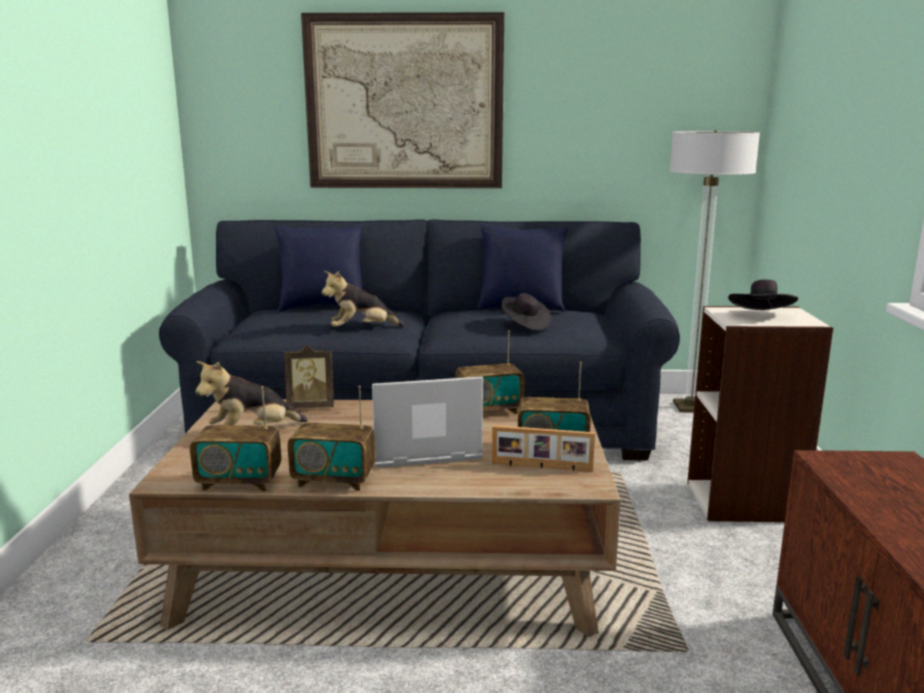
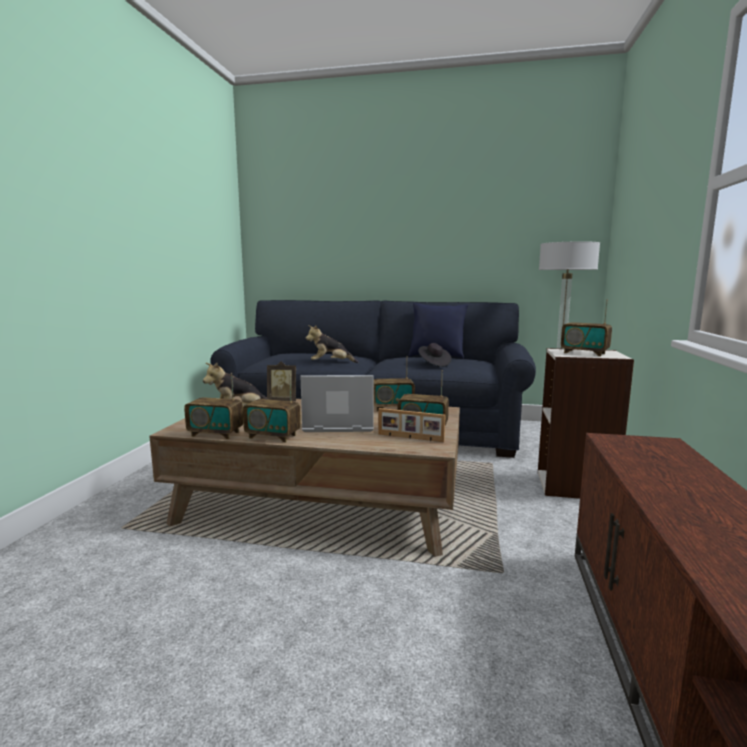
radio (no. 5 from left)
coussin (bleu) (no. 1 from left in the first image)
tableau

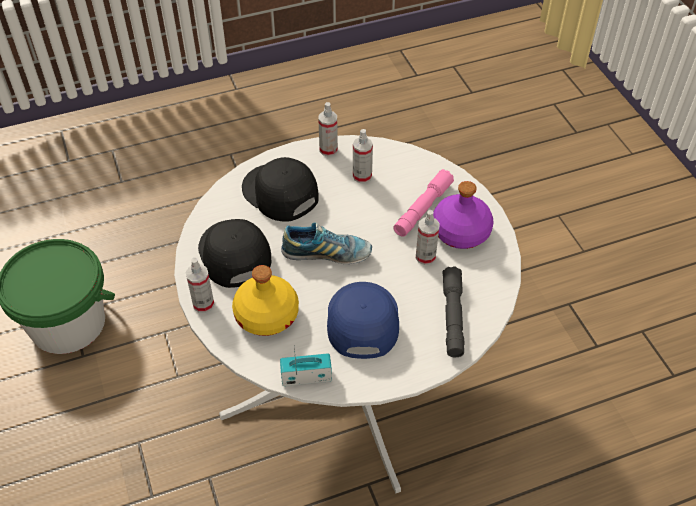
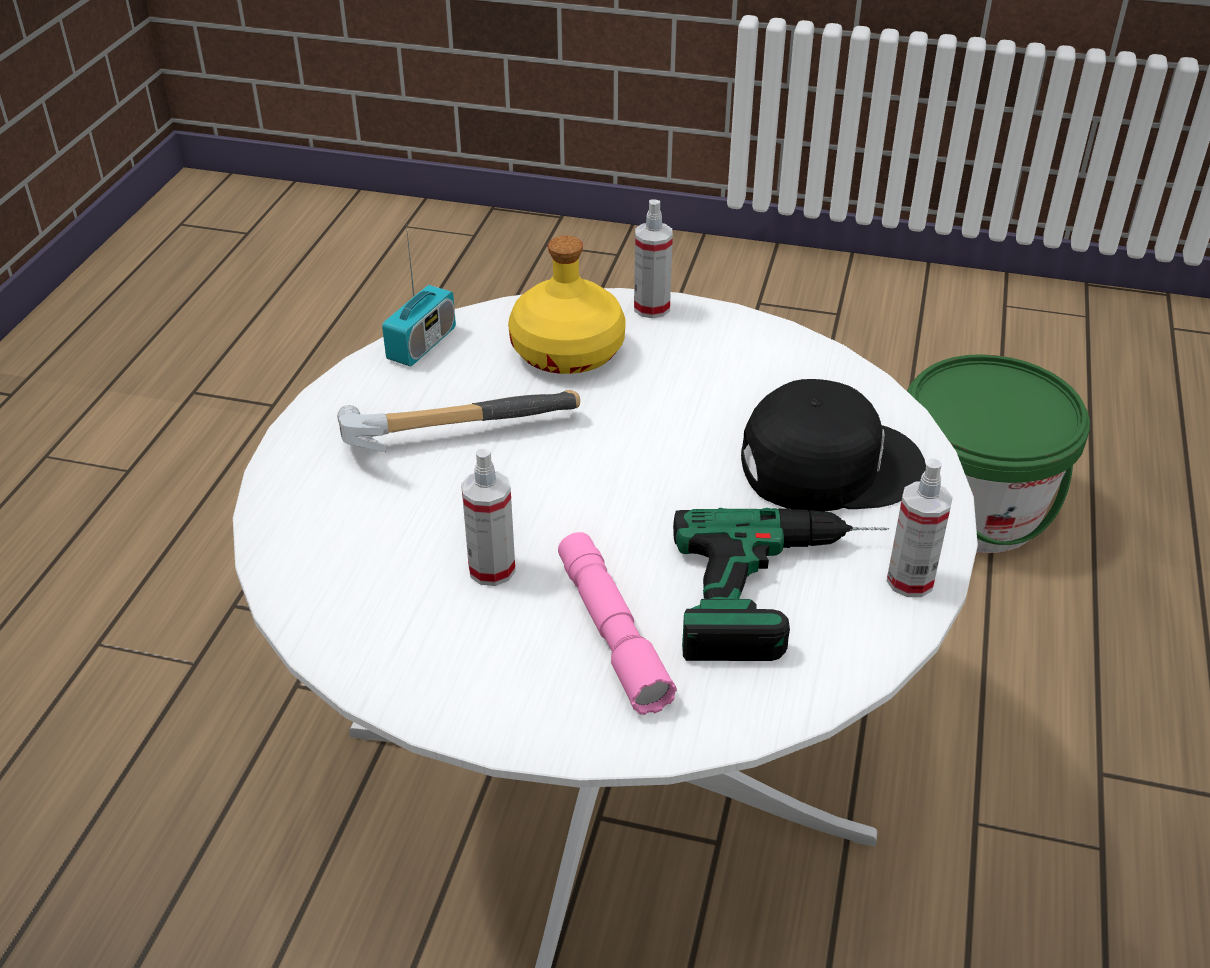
marteau
perceuse
casquette (noir) (no. 1 from left in the first image)
chaussure
bouteille (violet)
lampe de poche (gris)

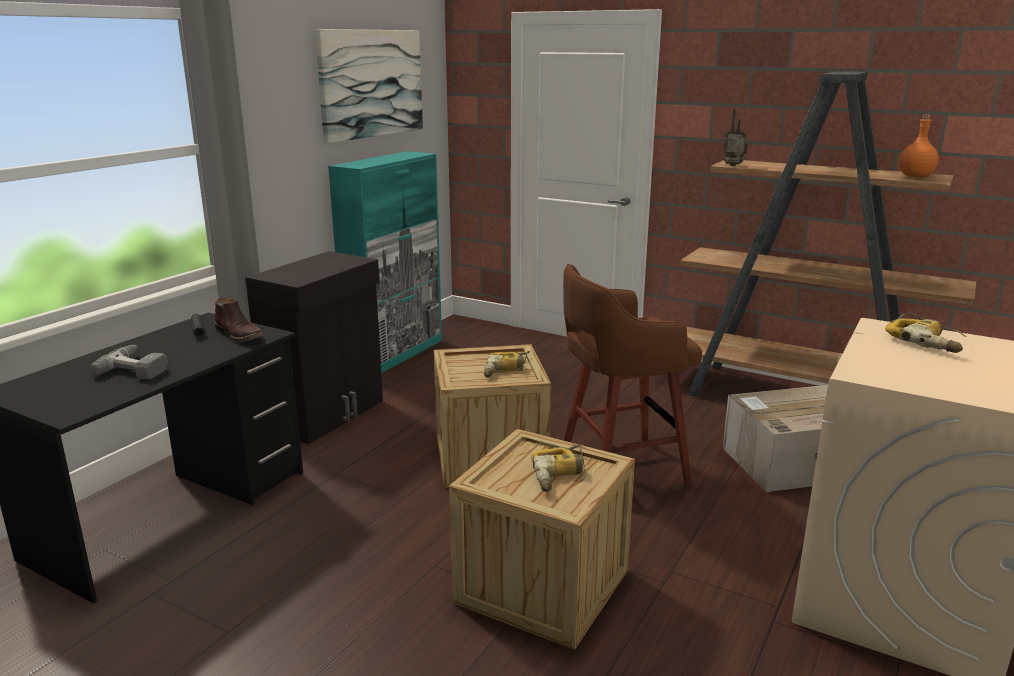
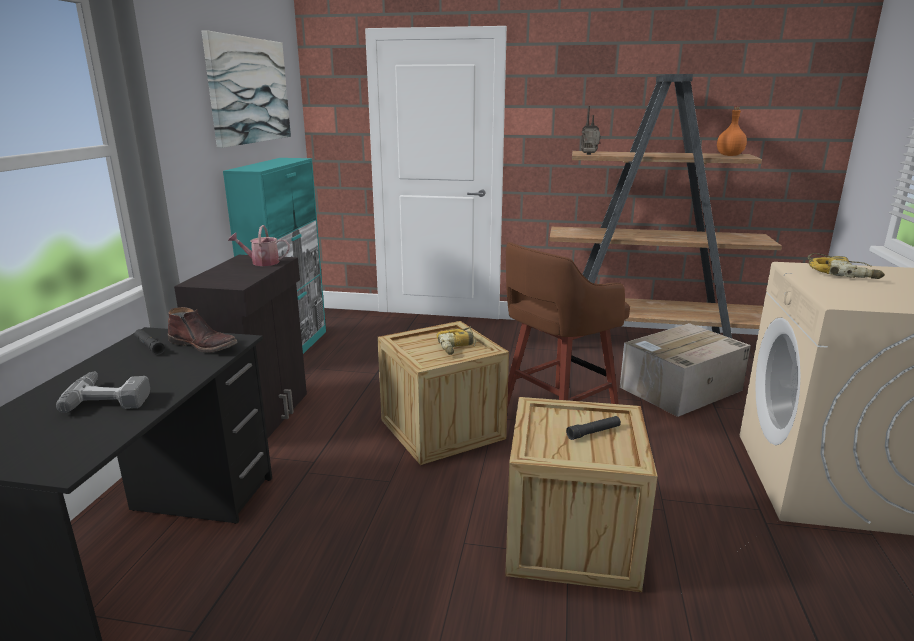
arrosoir
lampe de poche (noir) (no. 2 from left)

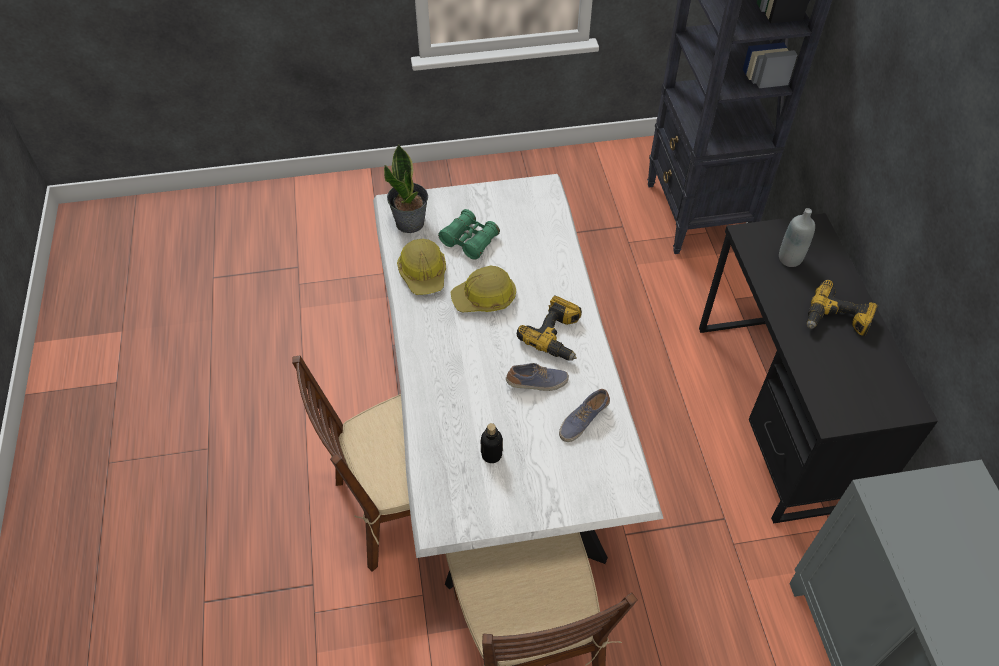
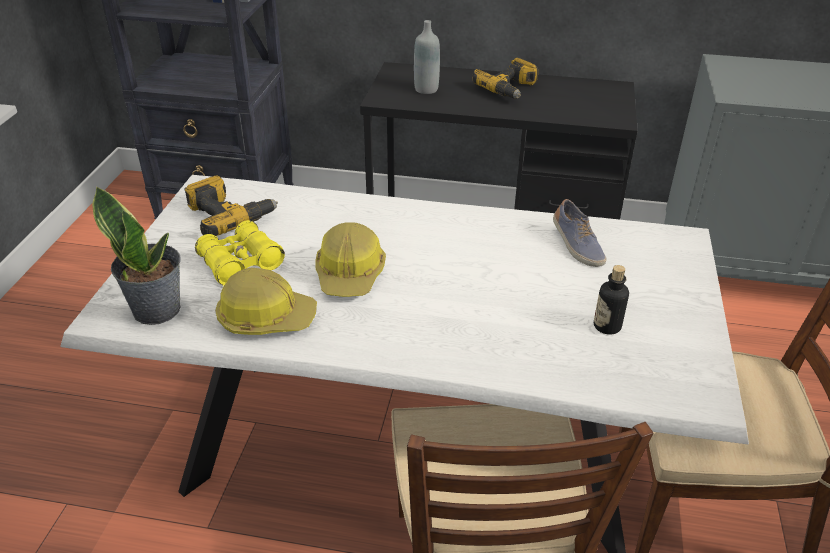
perceuse (no. 1 from left)
jumelles (jaune)
chaussure (no. 1 from left in the first image)

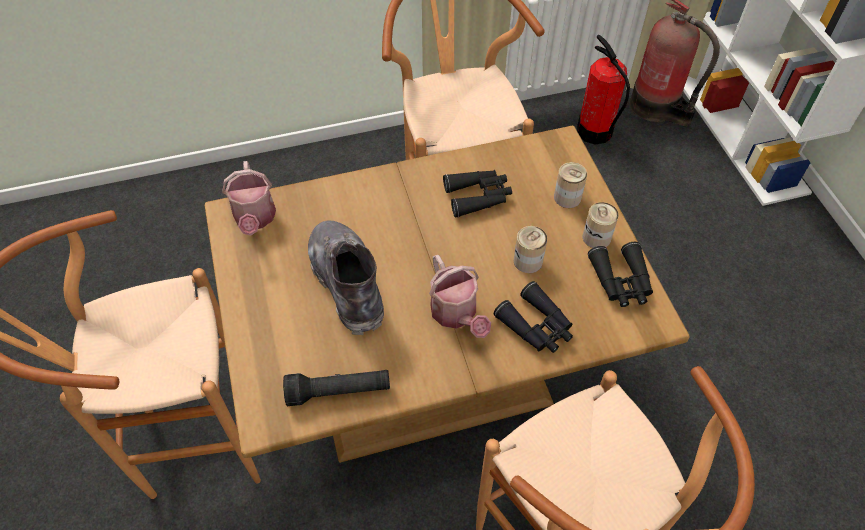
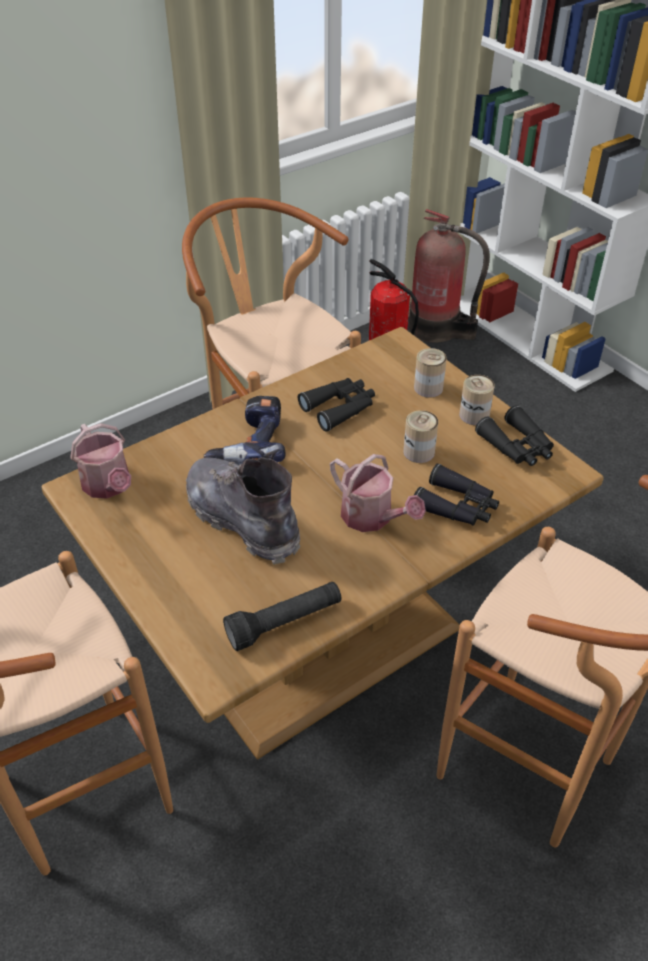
perceuse

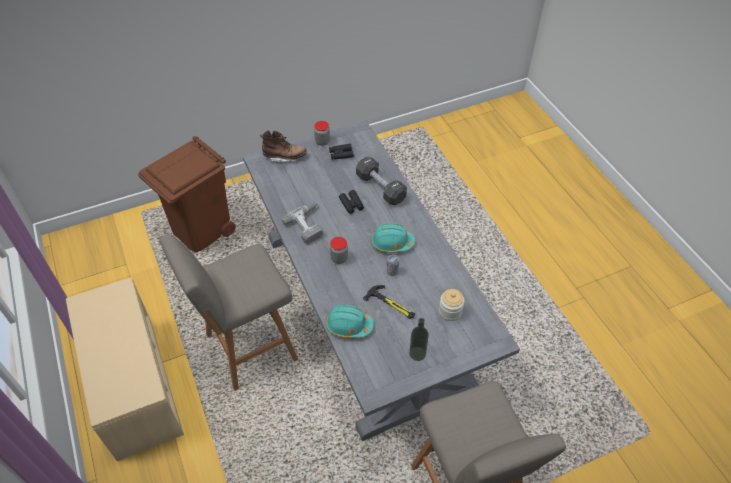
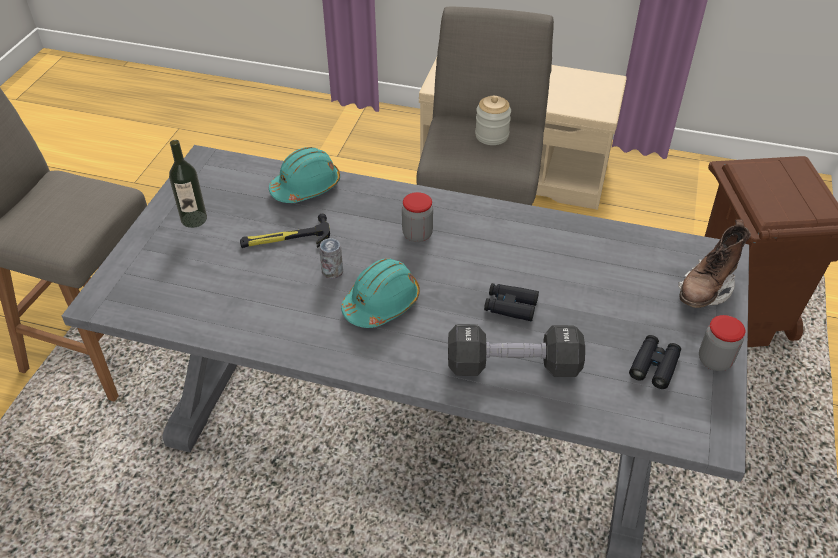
bocal (no. 2 from left)
perceuse

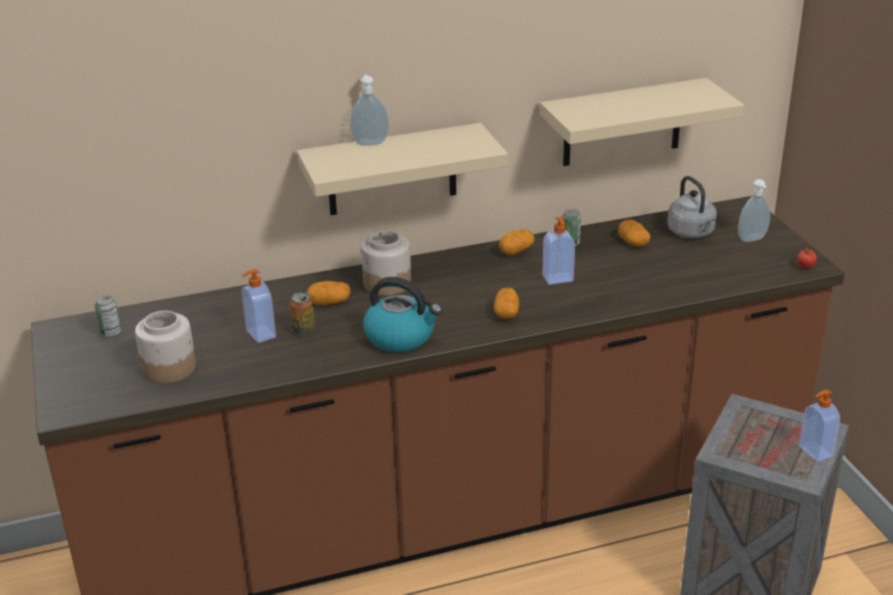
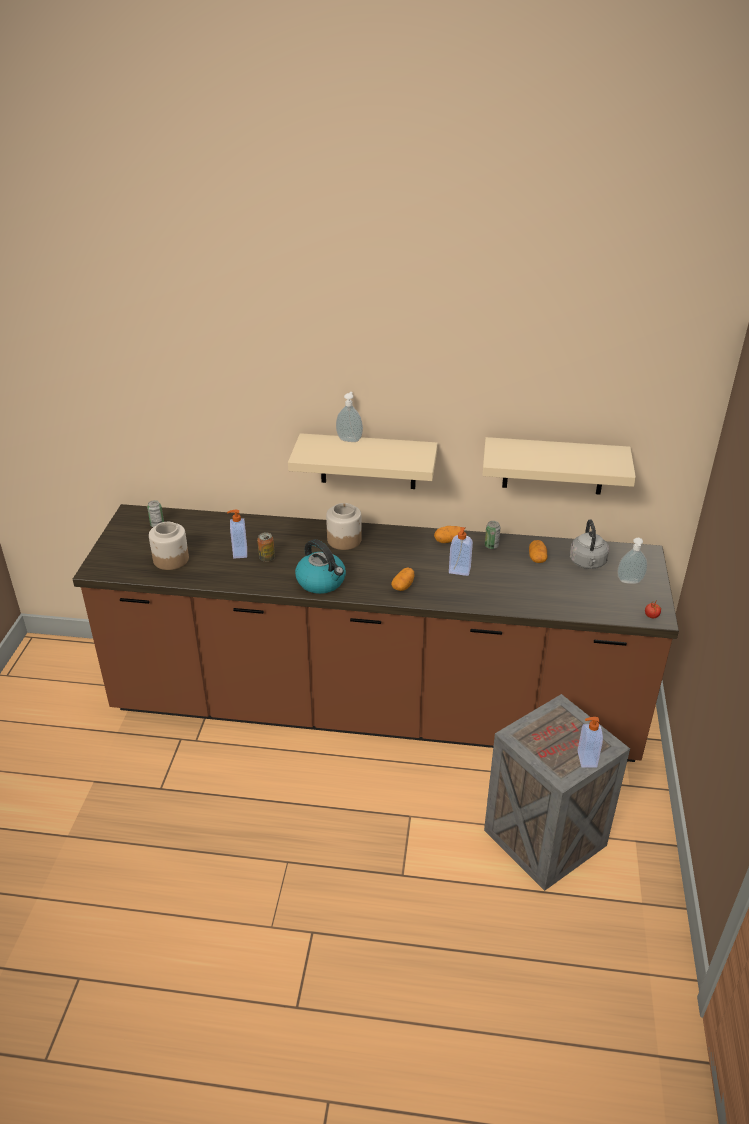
pomme de terre (no. 1 from left in the first image)

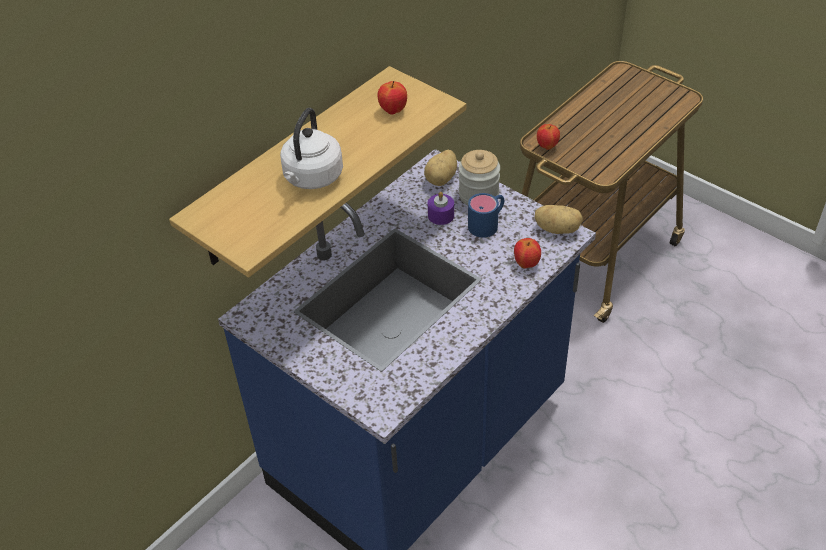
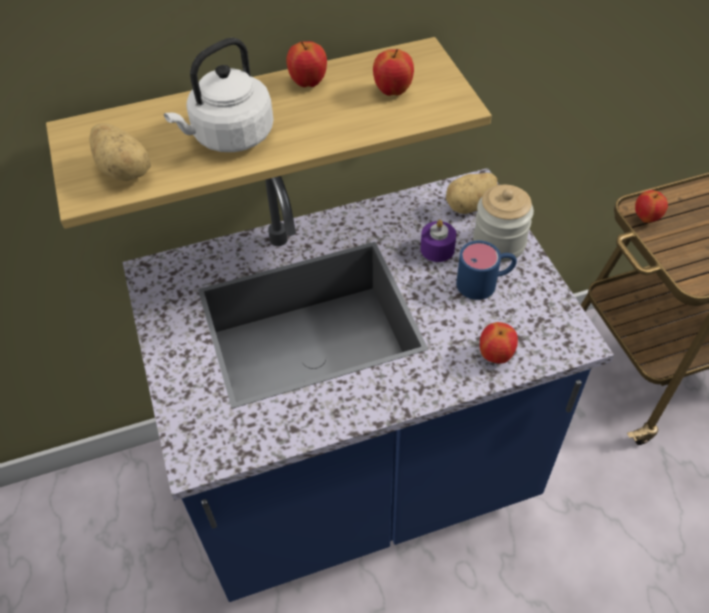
pomme de terre (no. 1 from left)
pomme (no. 1 from left)

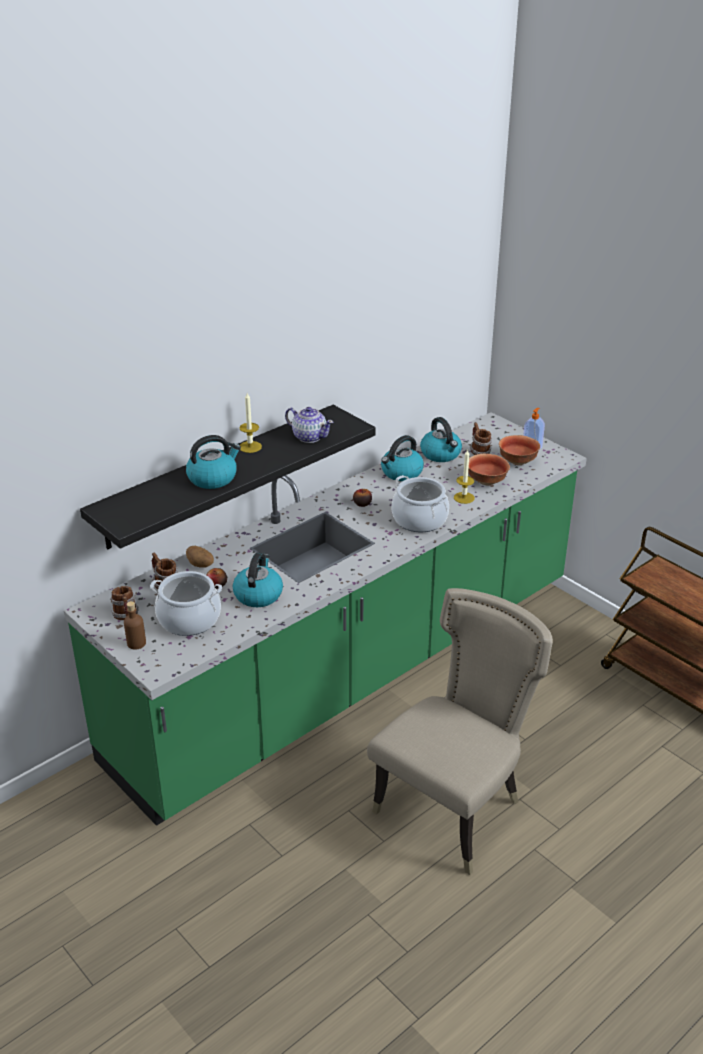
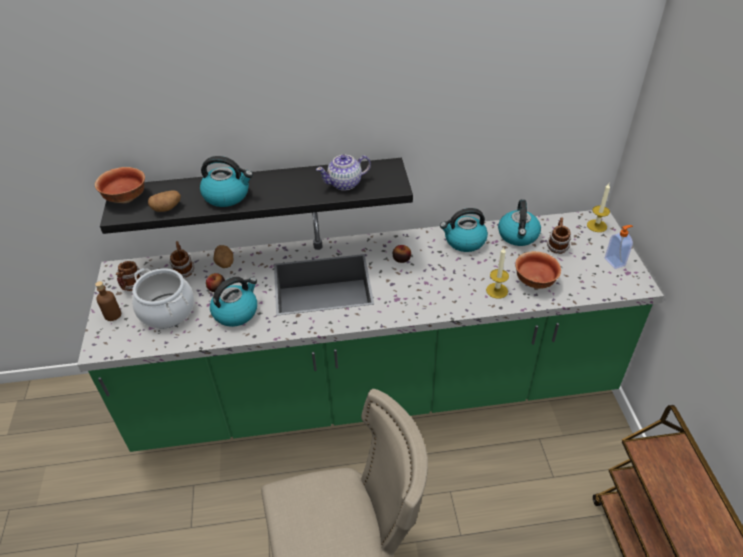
bol (no. 1 from left)
pomme de terre (no. 1 from left)
théière
bougie (no. 2 from left)
marmite (no. 2 from left in the first image)

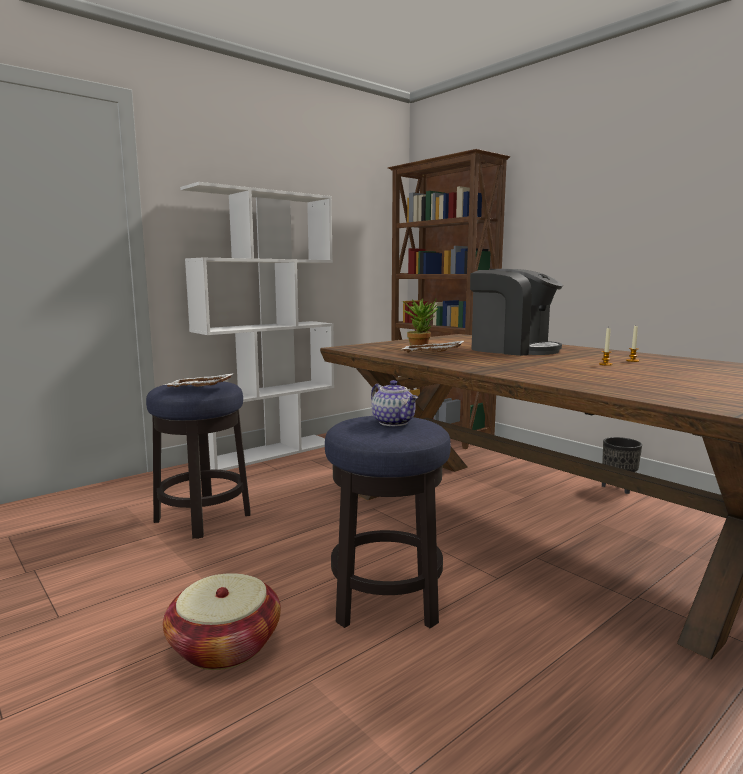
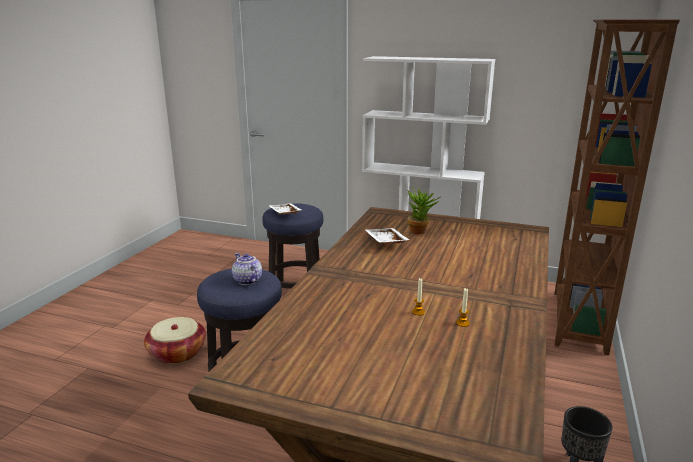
théière
machine à café

